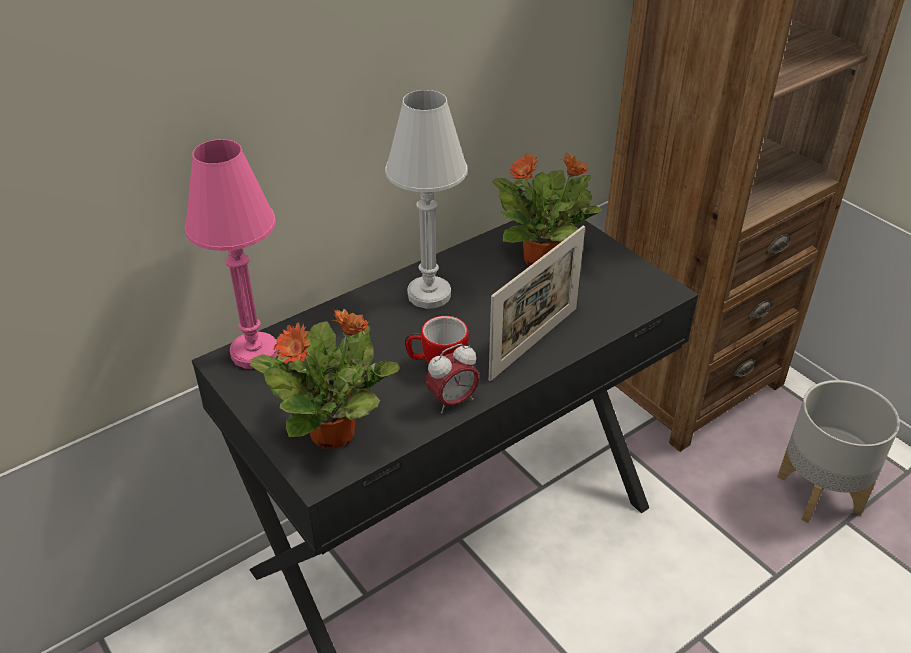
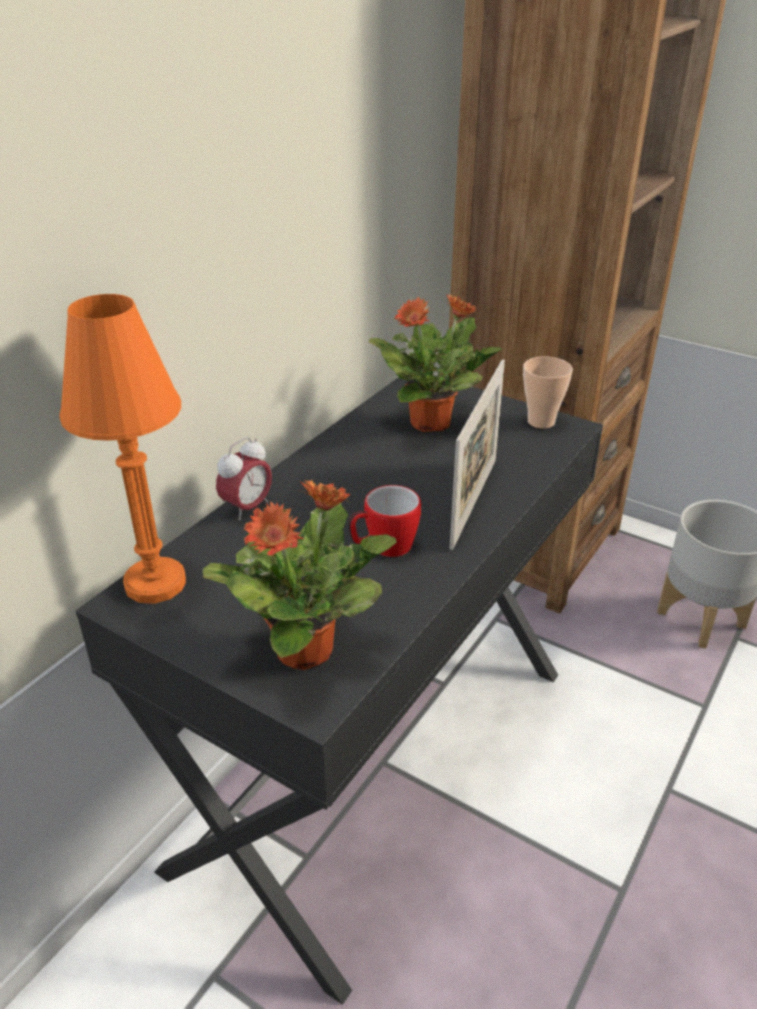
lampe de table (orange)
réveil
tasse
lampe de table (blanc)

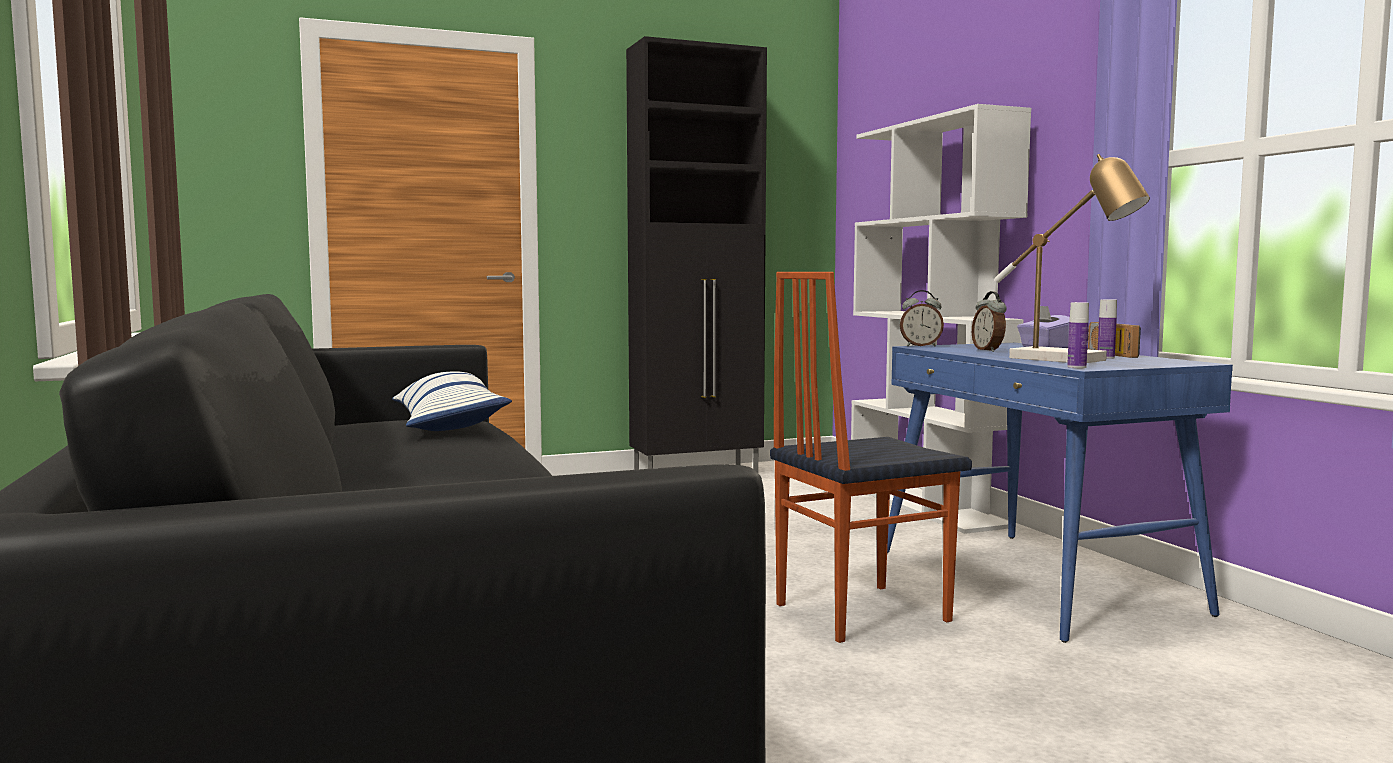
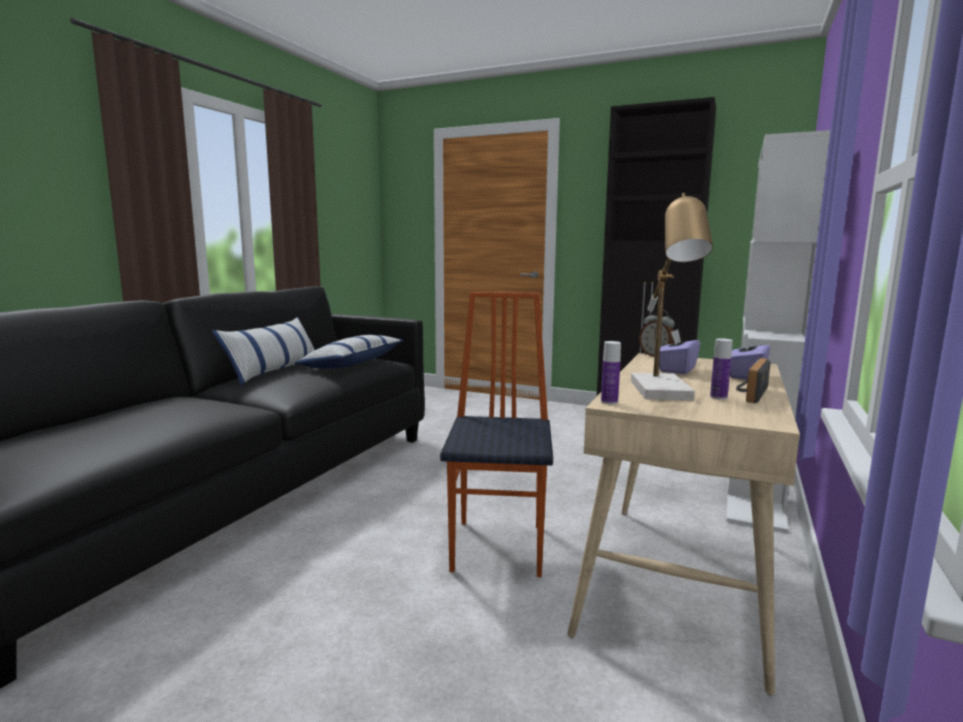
coussin (no. 1 from left)
chaise
bureau (beige)
boîte à mouchoirs (violet) (no. 1 from left)

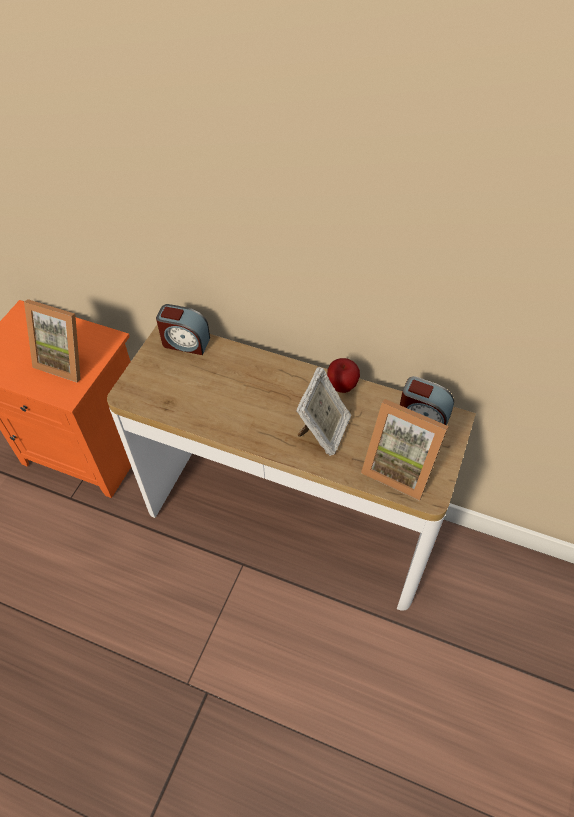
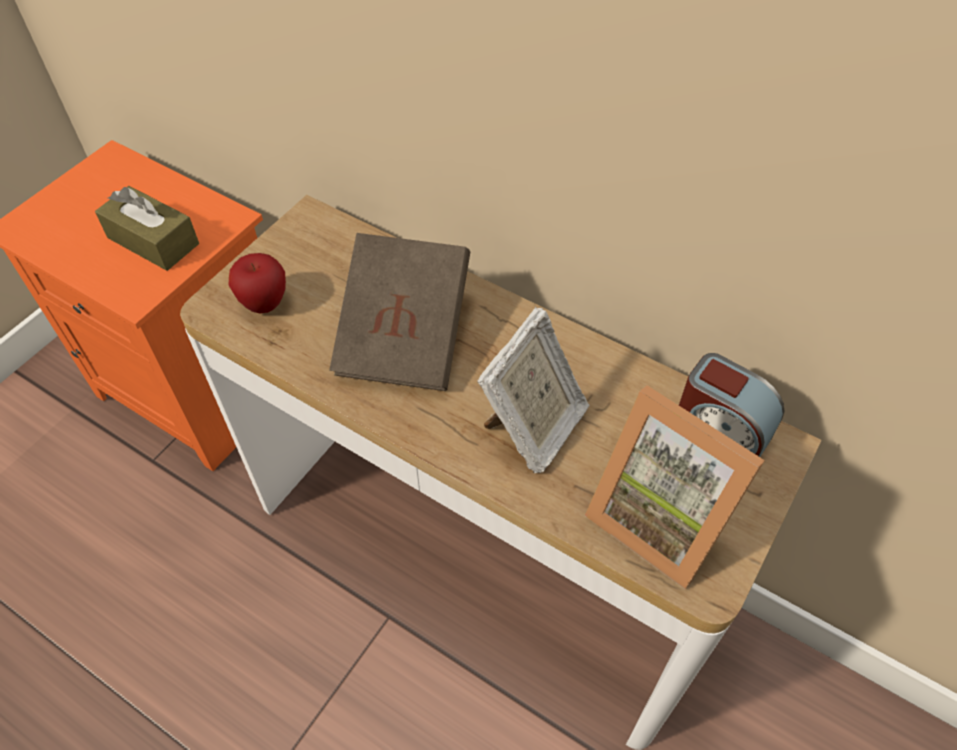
boîte à mouchoirs (marron)
pomme
livre (marron)
réveil (no. 1 from left in the first image)

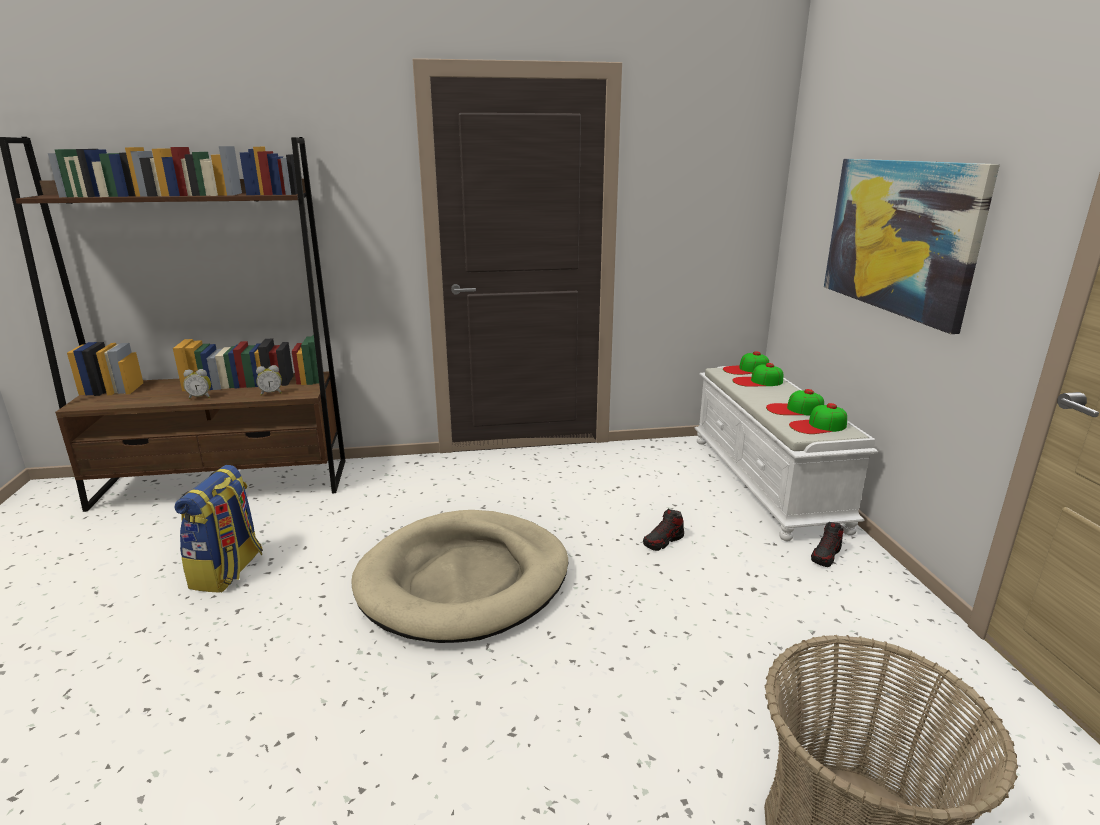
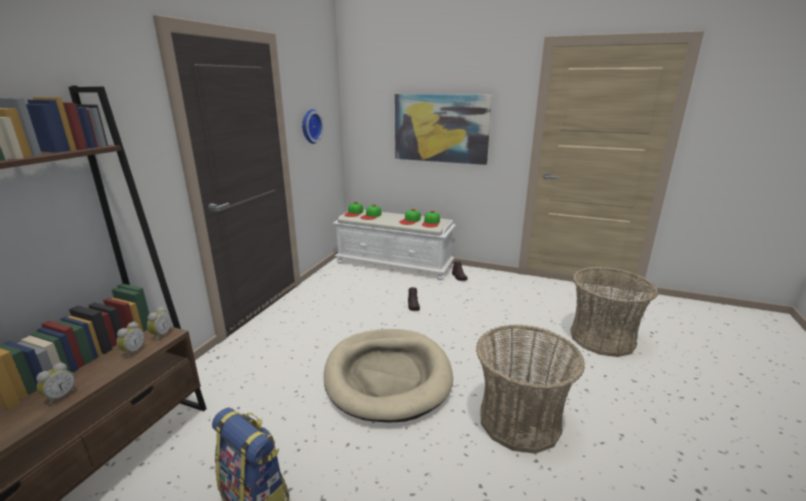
réveil (no. 3 from left)
horloge murale
panier (no. 1 from left)

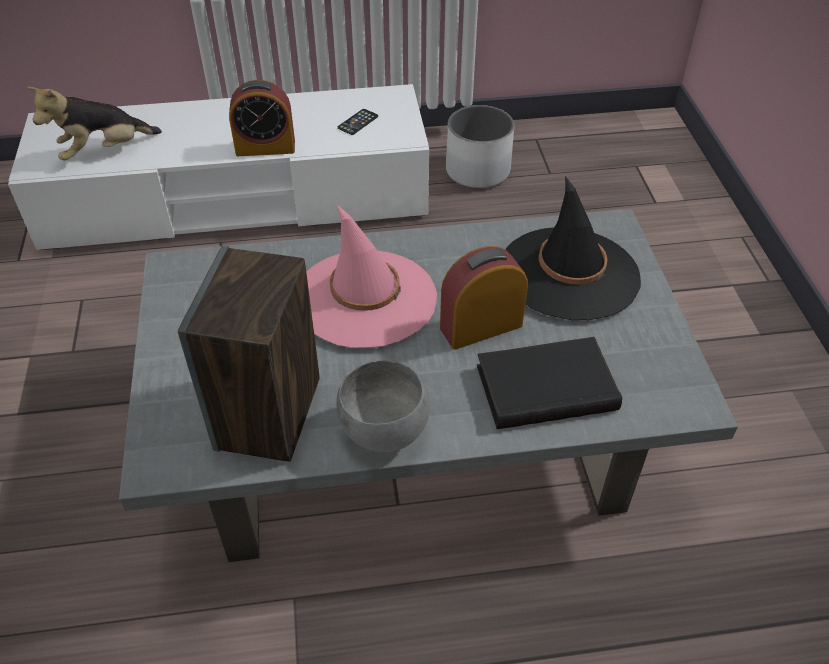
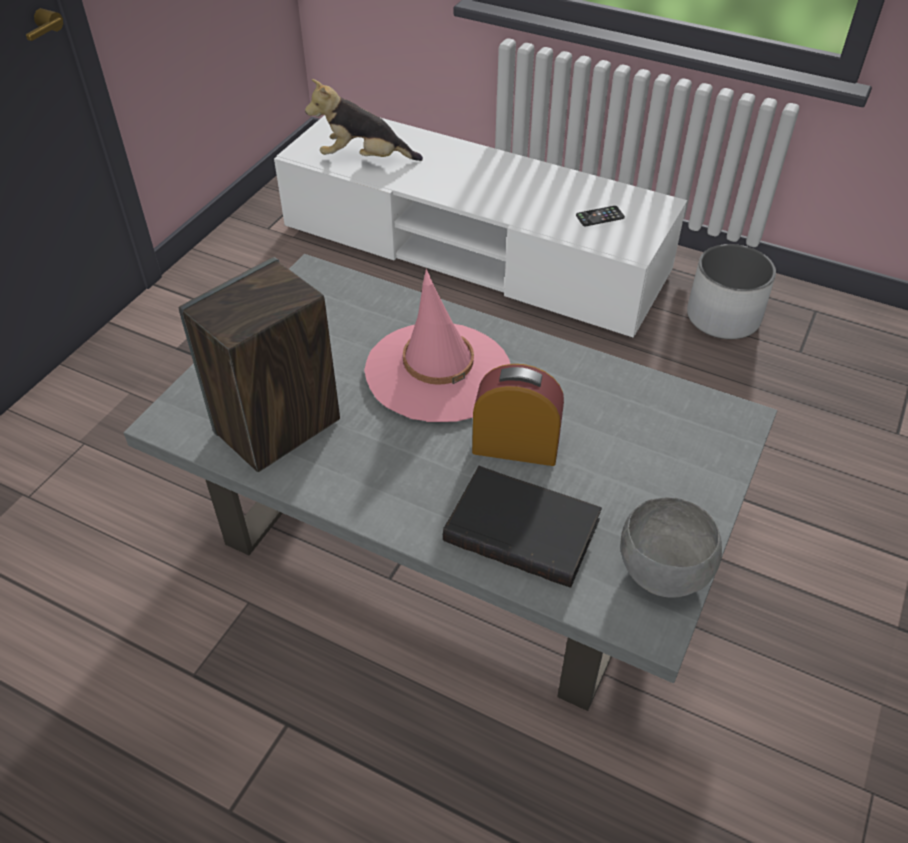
bol (gris)
réveil (no. 1 from left in the first image)
chapeau (noir)

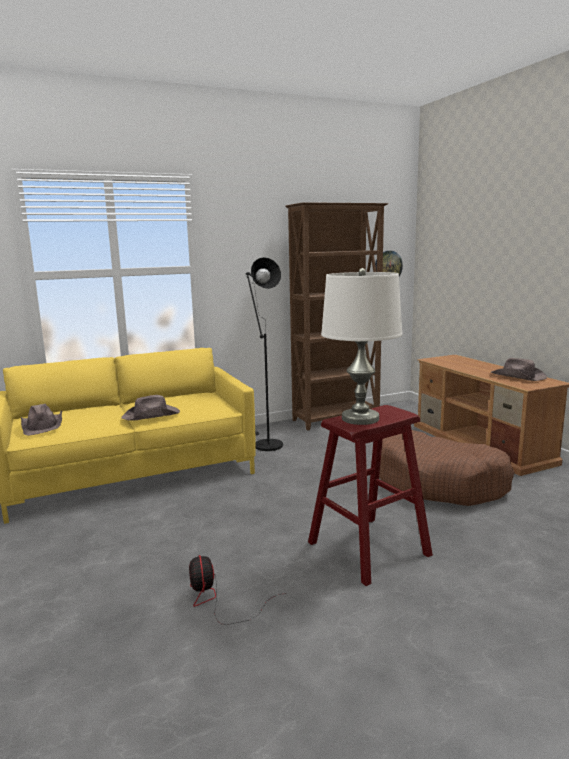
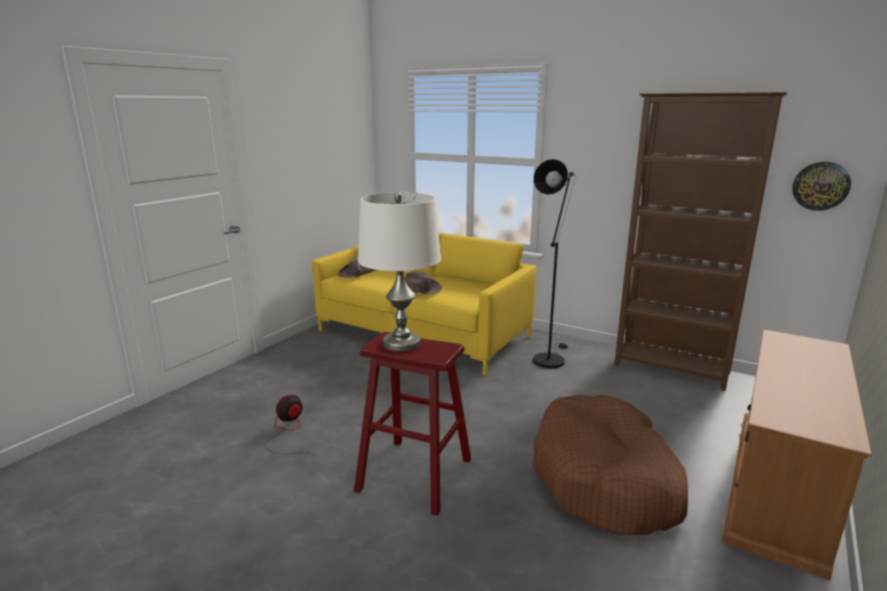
chapeau (marron) (no. 3 from left in the first image)

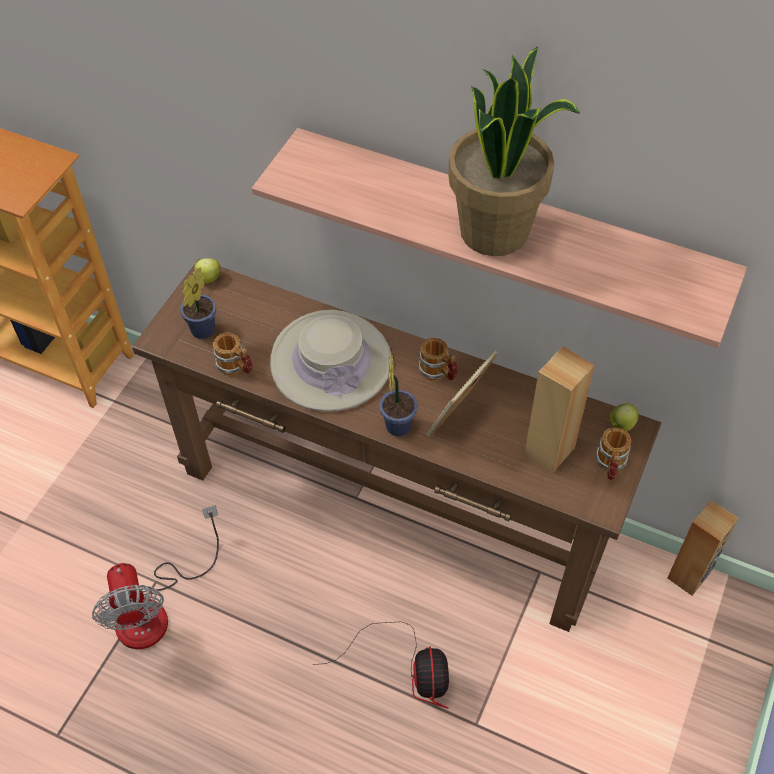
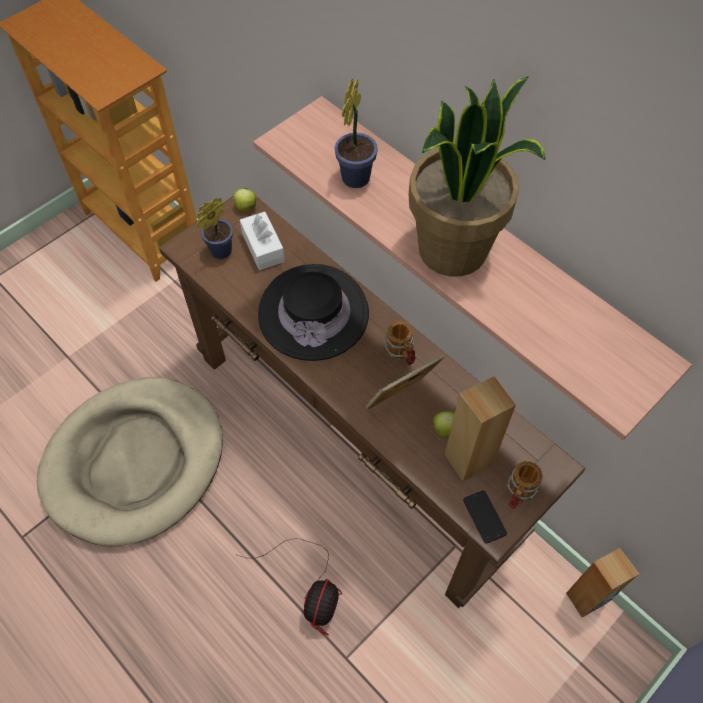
panier pour chien (beige)
boîte à mouchoirs (blanc)
chapeau (noir)
plante en pot (no. 2 from left)
pomme (no. 2 from left)
téléphone
mug (no. 1 from left in the first image)

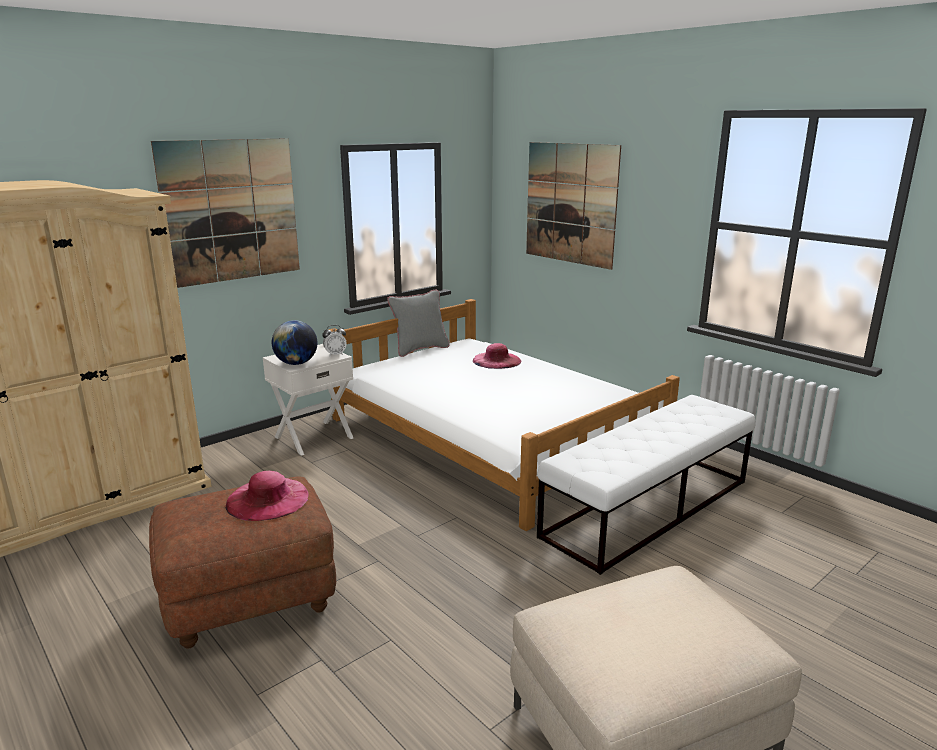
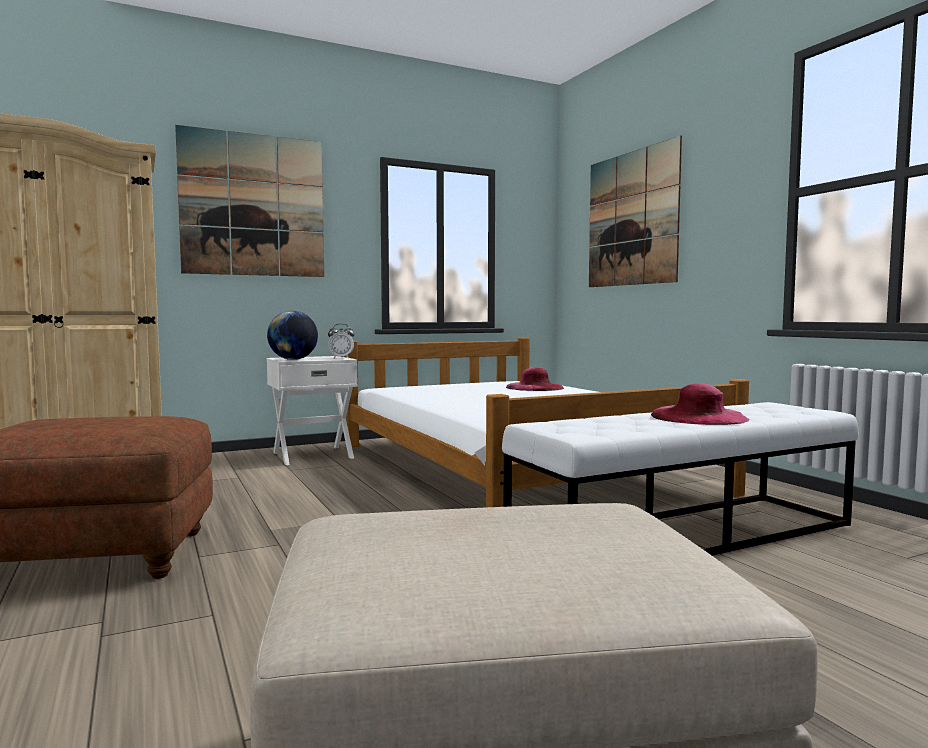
chapeau (rose) (no. 2 from left)
coussin (gris)

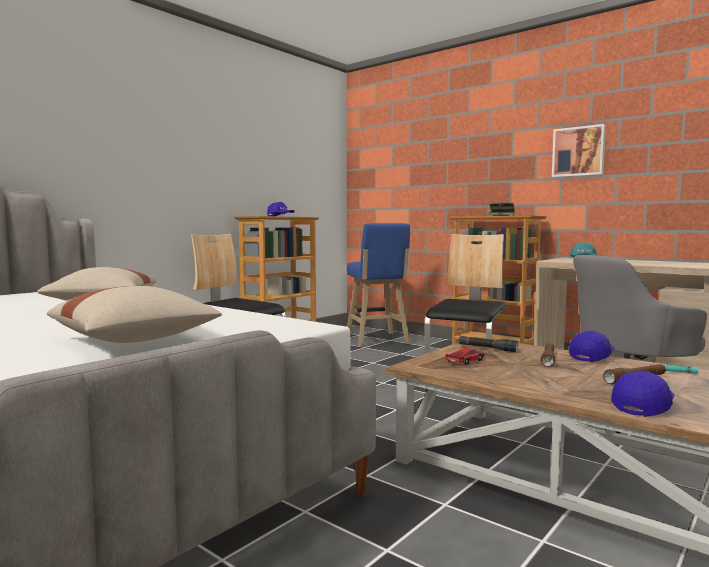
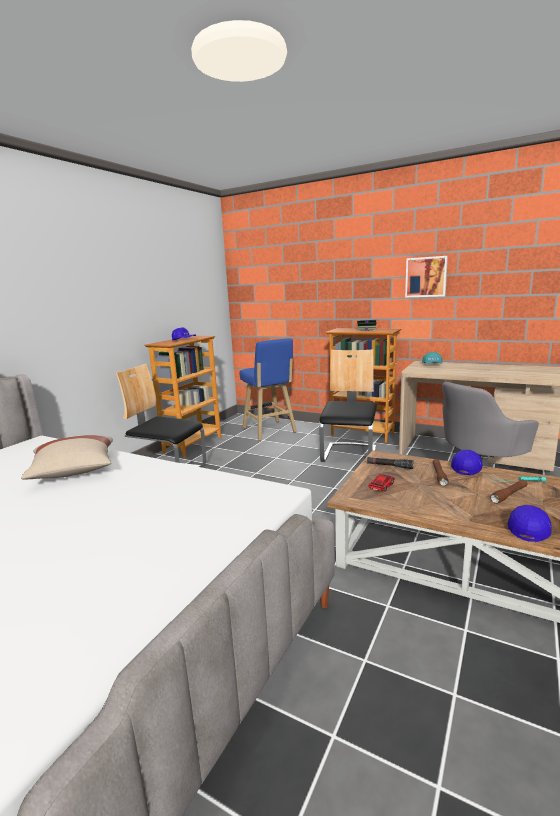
coussin (beige) (no. 2 from left in the first image)

